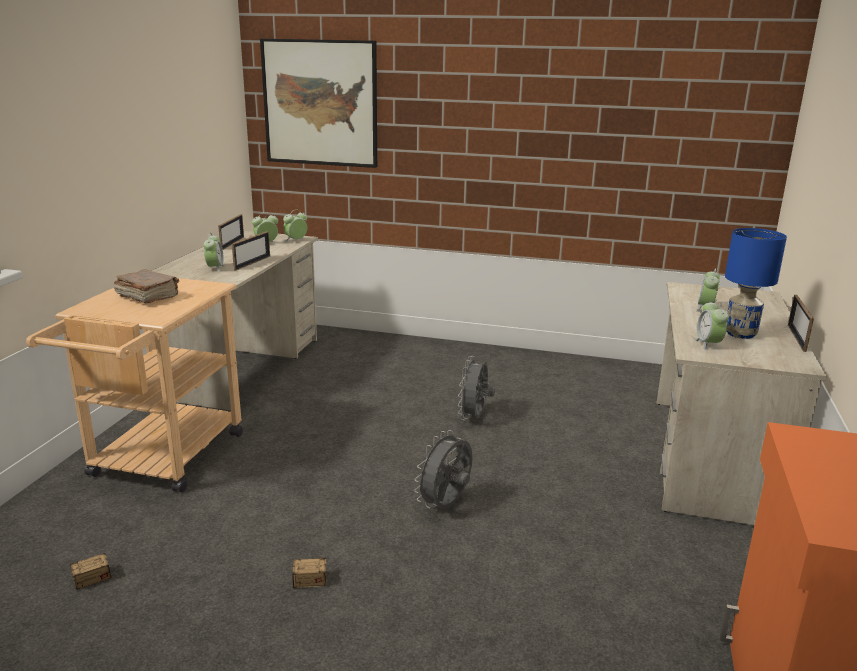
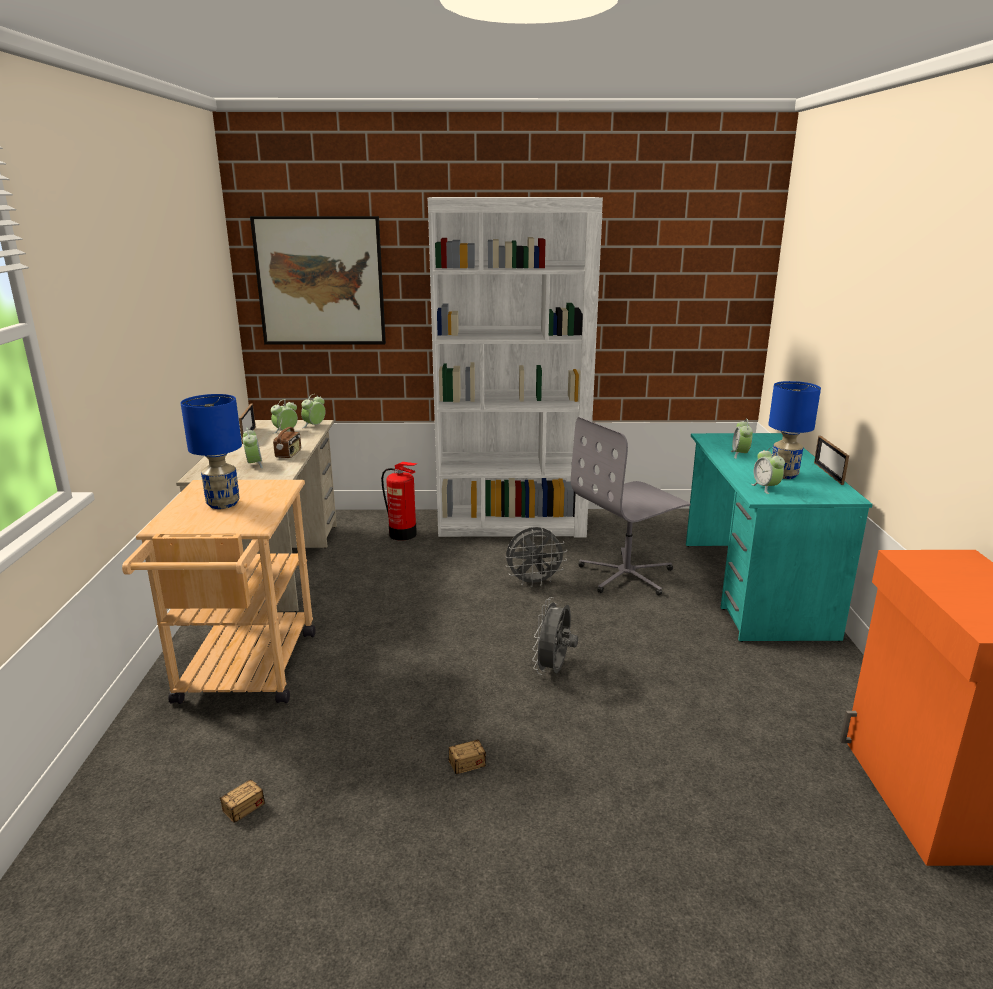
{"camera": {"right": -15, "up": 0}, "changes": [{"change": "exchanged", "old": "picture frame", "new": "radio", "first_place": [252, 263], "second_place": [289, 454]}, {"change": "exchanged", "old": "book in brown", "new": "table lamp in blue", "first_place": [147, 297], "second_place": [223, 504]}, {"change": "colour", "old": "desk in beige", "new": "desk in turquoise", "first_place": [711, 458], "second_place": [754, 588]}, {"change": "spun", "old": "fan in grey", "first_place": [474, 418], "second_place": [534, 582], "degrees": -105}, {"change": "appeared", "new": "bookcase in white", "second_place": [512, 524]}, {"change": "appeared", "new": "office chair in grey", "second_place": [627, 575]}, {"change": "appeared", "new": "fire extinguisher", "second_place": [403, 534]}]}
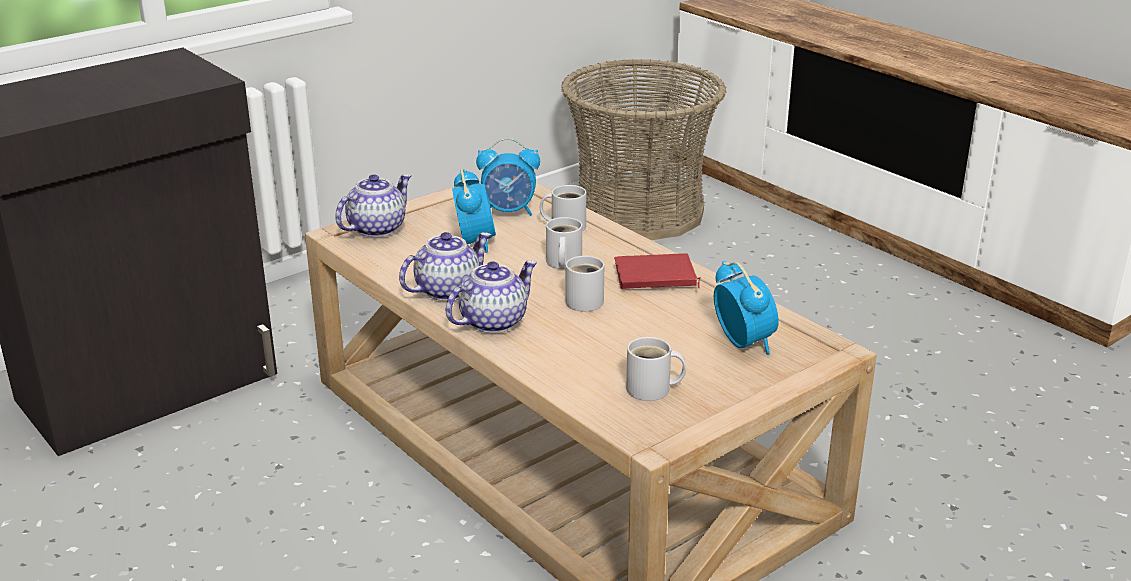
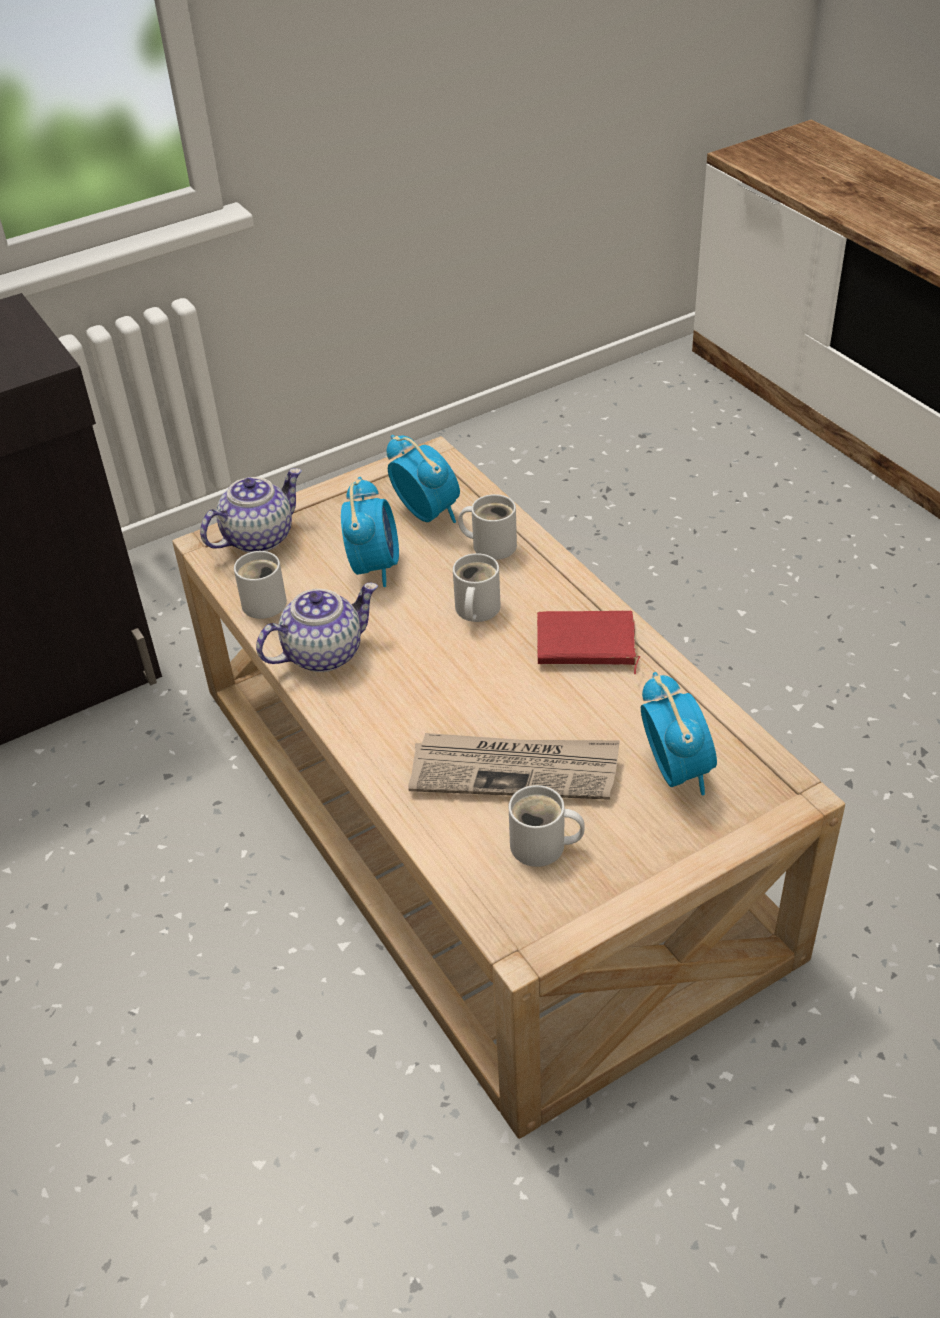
{"camera": {"right": 10, "up": 15}, "changes": [{"change": "missing", "old": "basket", "first_place": [639, 212]}, {"change": "spun", "old": "alarm clock", "first_place": [509, 212], "second_place": [426, 513], "degrees": -135}, {"change": "relocated", "old": "mug in white", "first_place": [584, 300], "second_place": [265, 600]}, {"change": "missing", "old": "teapot", "first_place": [493, 321]}, {"change": "appeared", "new": "newspaper", "second_place": [515, 770]}]}
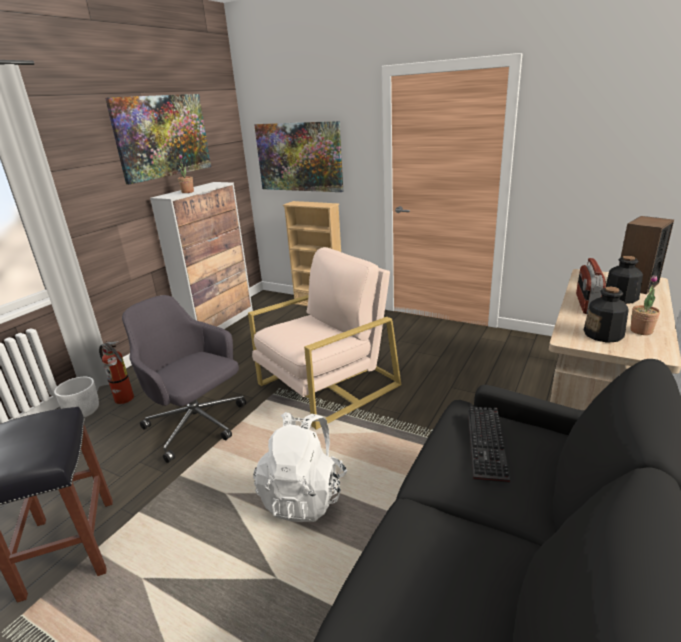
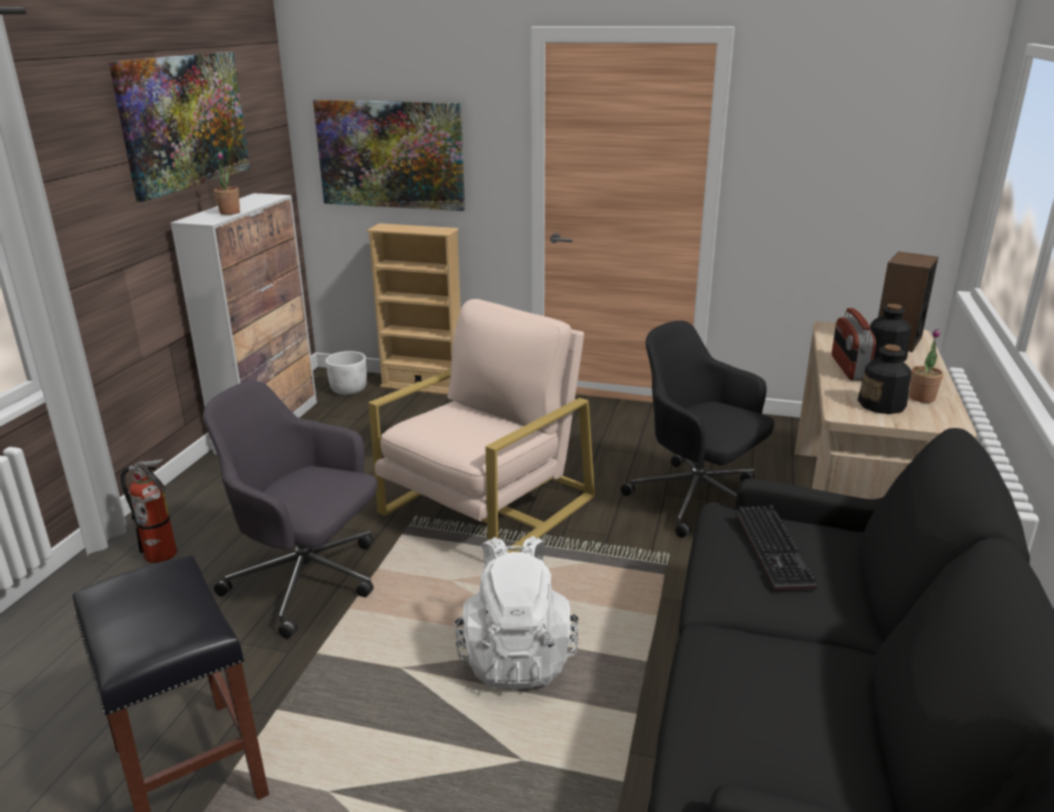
{"camera": {"right": -15, "up": 0}, "changes": [{"change": "relocated", "old": "planter in white", "first_place": [82, 412], "second_place": [348, 390]}, {"change": "appeared", "new": "office chair in black", "second_place": [697, 499]}]}
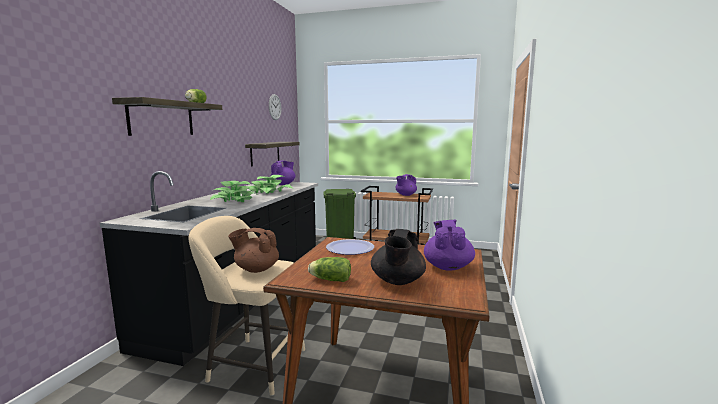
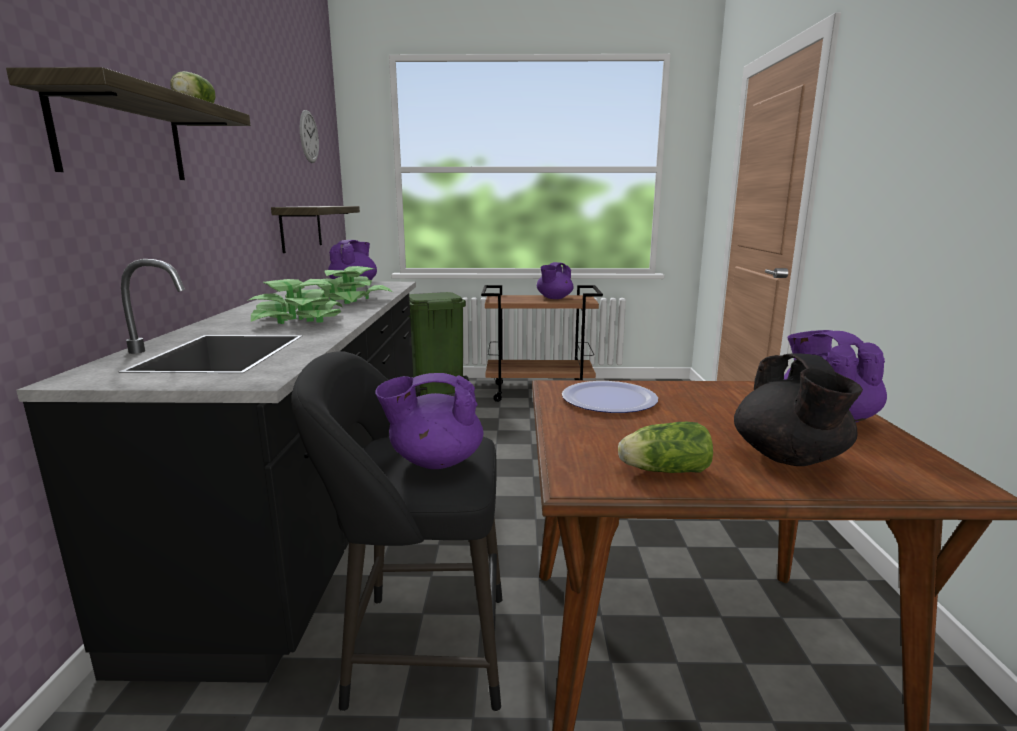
{"camera": {"right": -15, "up": 5}, "changes": [{"change": "colour", "old": "stool in beige", "new": "stool in black", "first_place": [253, 364], "second_place": [418, 649]}, {"change": "colour", "old": "teapot in brown", "new": "teapot in purple", "first_place": [256, 269], "second_place": [435, 461]}]}
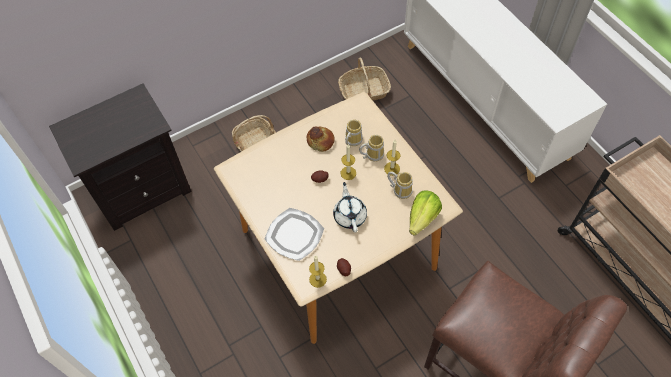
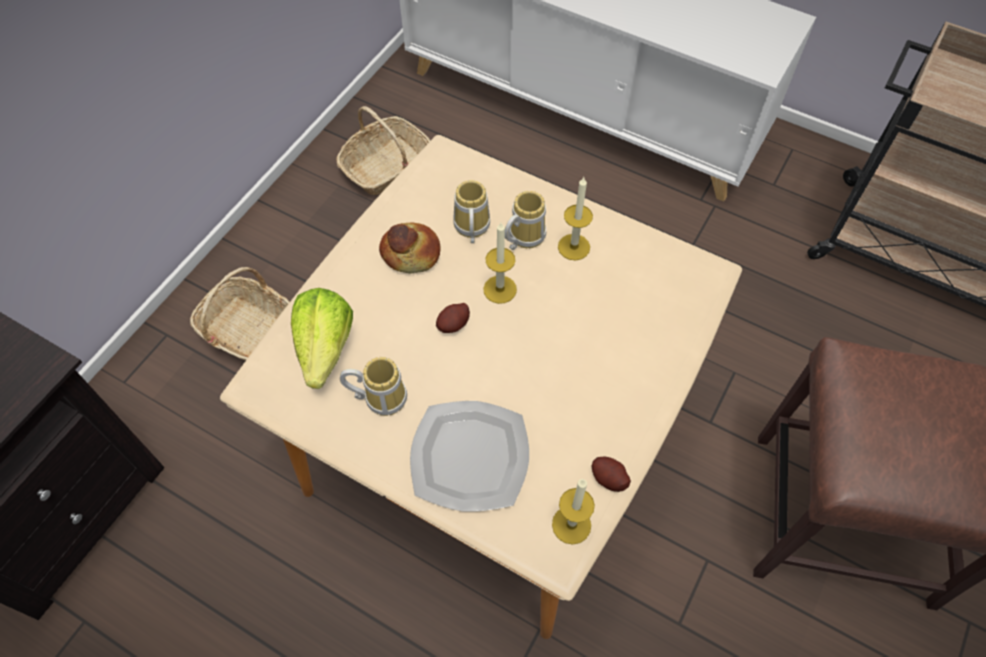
{"camera": {"right": -30, "up": 0}, "changes": [{"change": "relocated", "old": "mug", "first_place": [400, 189], "second_place": [380, 396]}, {"change": "missing", "old": "teapot in white", "first_place": [350, 215]}, {"change": "relocated", "old": "lettuce", "first_place": [422, 218], "second_place": [325, 348]}]}
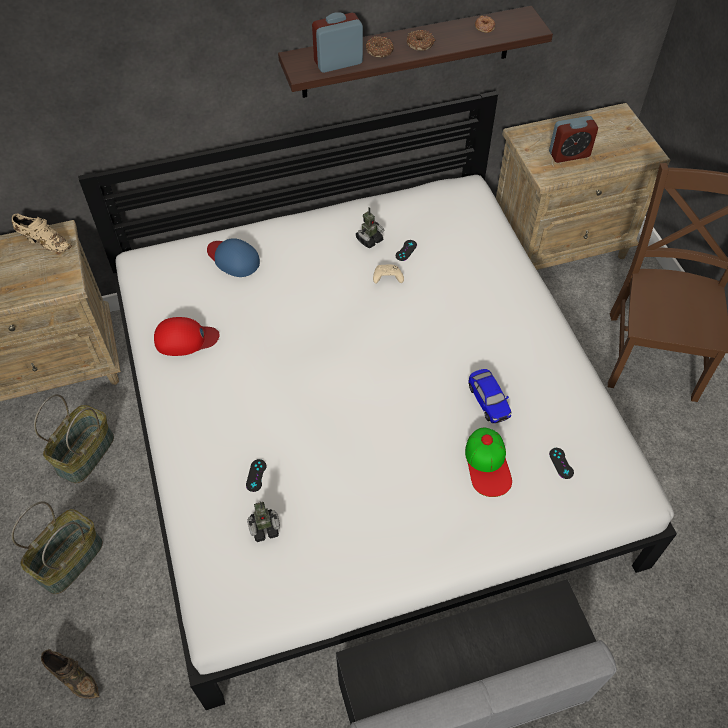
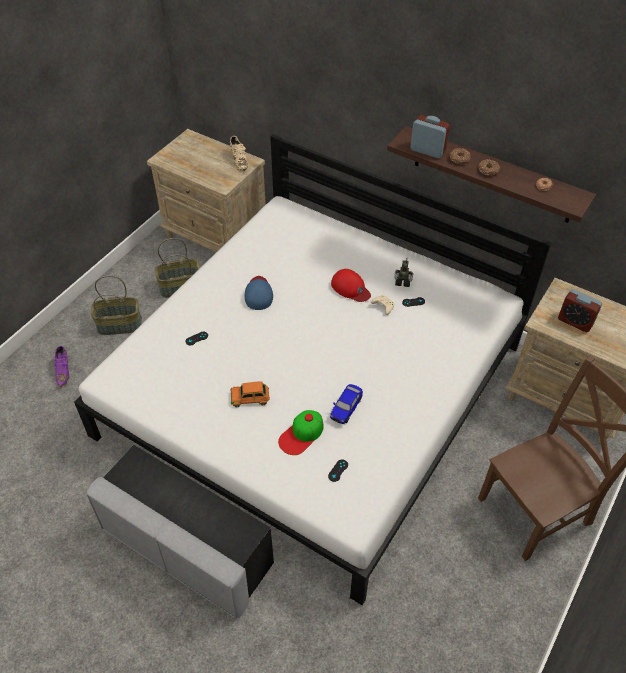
{"camera": {"right": 50, "up": -5}, "changes": [{"change": "relocated", "old": "cap in blue", "first_place": [233, 259], "second_place": [258, 294]}, {"change": "relocated", "old": "cap in red", "first_place": [185, 339], "second_place": [350, 288]}, {"change": "missing", "old": "toy robot", "first_place": [264, 528]}, {"change": "colour", "old": "shoe in brown", "new": "shoe in purple", "first_place": [73, 677], "second_place": [63, 371]}, {"change": "appeared", "new": "toy car in orange", "second_place": [250, 397]}]}
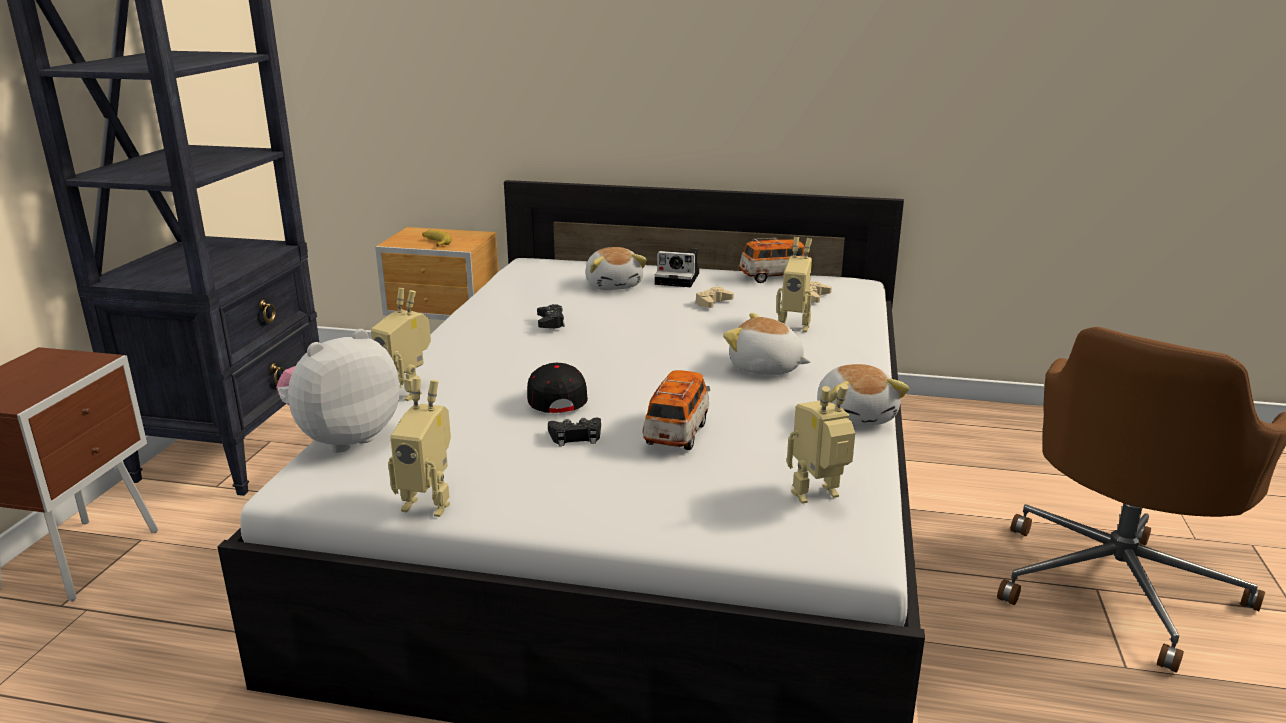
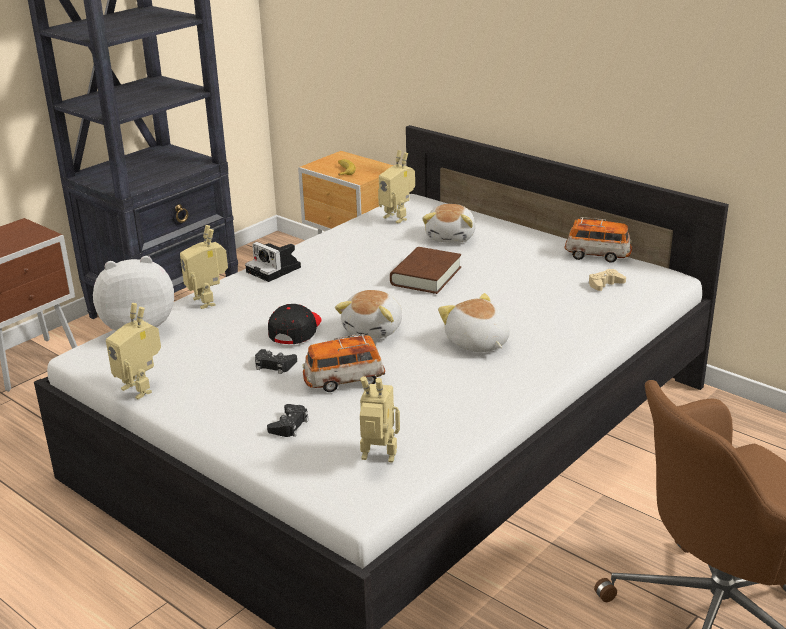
{"camera": {"right": 30, "up": 5}, "changes": [{"change": "relocated", "old": "toy robot", "first_place": [794, 325], "second_place": [398, 217]}, {"change": "relocated", "old": "photo camera", "first_place": [679, 278], "second_place": [275, 270]}, {"change": "missing", "old": "game controller in beige", "first_place": [713, 302]}, {"change": "relocated", "old": "game controller in black", "first_place": [551, 322], "second_place": [289, 425]}, {"change": "relocated", "old": "plush toy", "first_place": [856, 416], "second_place": [374, 329]}, {"change": "spun", "old": "toy car", "first_place": [677, 433], "second_place": [344, 381], "degrees": -150}, {"change": "appeared", "new": "book in brown", "second_place": [426, 276]}]}
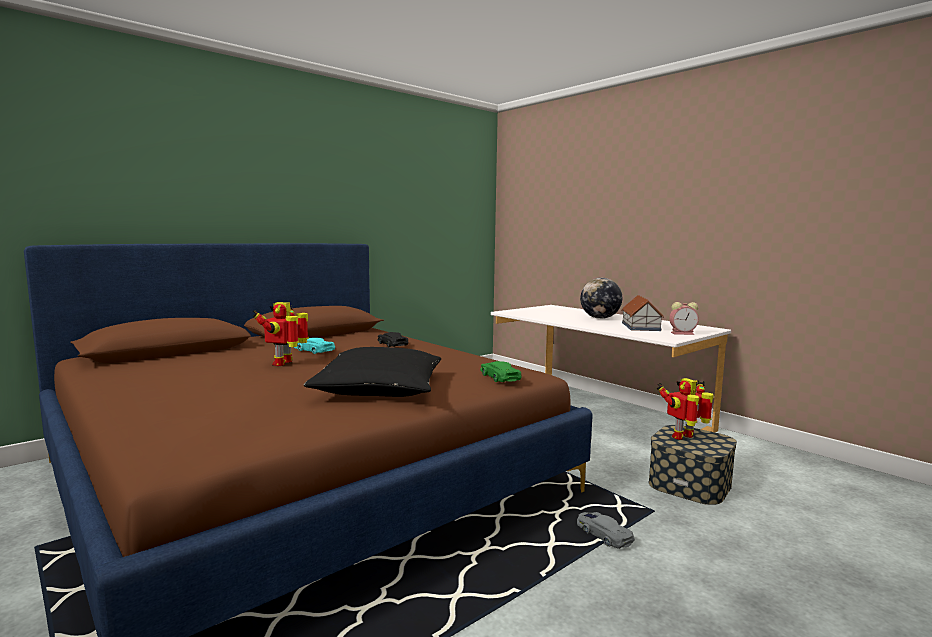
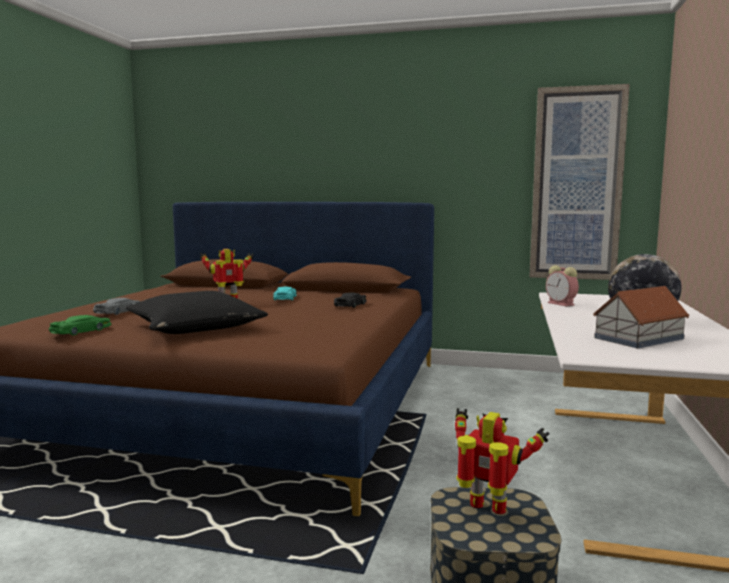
{"camera": {"right": 55, "up": 0}, "changes": [{"change": "relocated", "old": "alarm clock", "first_place": [683, 333], "second_place": [562, 304]}, {"change": "relocated", "old": "toy car in green", "first_place": [499, 377], "second_place": [81, 331]}, {"change": "relocated", "old": "toy car in grey", "first_place": [603, 534], "second_place": [119, 311]}, {"change": "appeared", "new": "picture", "second_place": [576, 184]}]}
